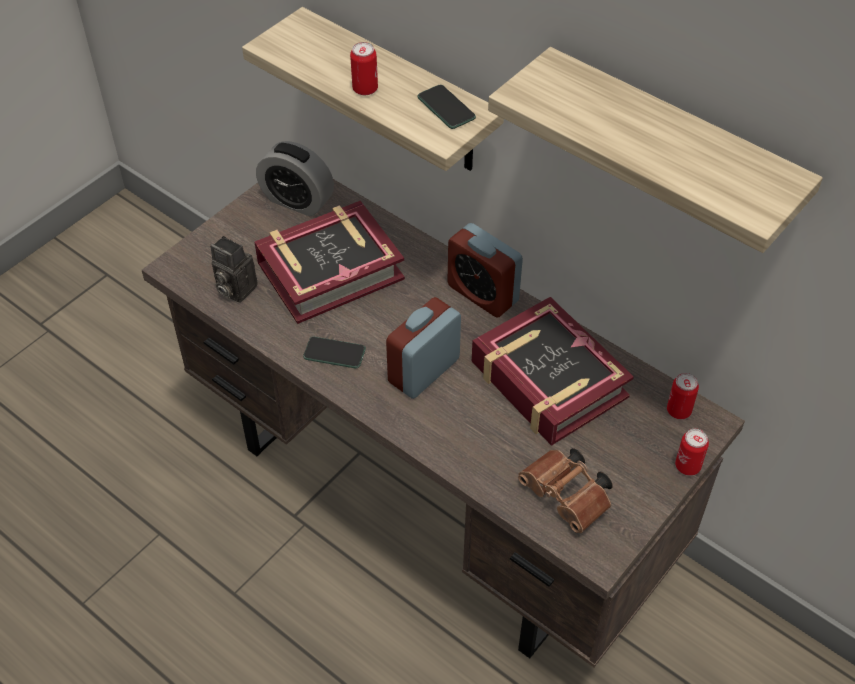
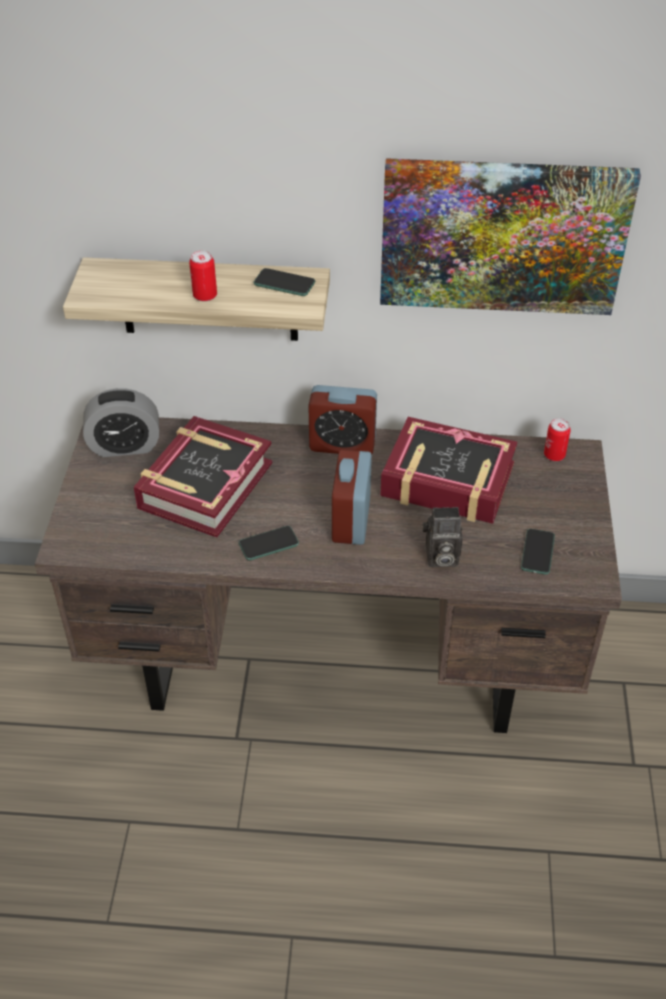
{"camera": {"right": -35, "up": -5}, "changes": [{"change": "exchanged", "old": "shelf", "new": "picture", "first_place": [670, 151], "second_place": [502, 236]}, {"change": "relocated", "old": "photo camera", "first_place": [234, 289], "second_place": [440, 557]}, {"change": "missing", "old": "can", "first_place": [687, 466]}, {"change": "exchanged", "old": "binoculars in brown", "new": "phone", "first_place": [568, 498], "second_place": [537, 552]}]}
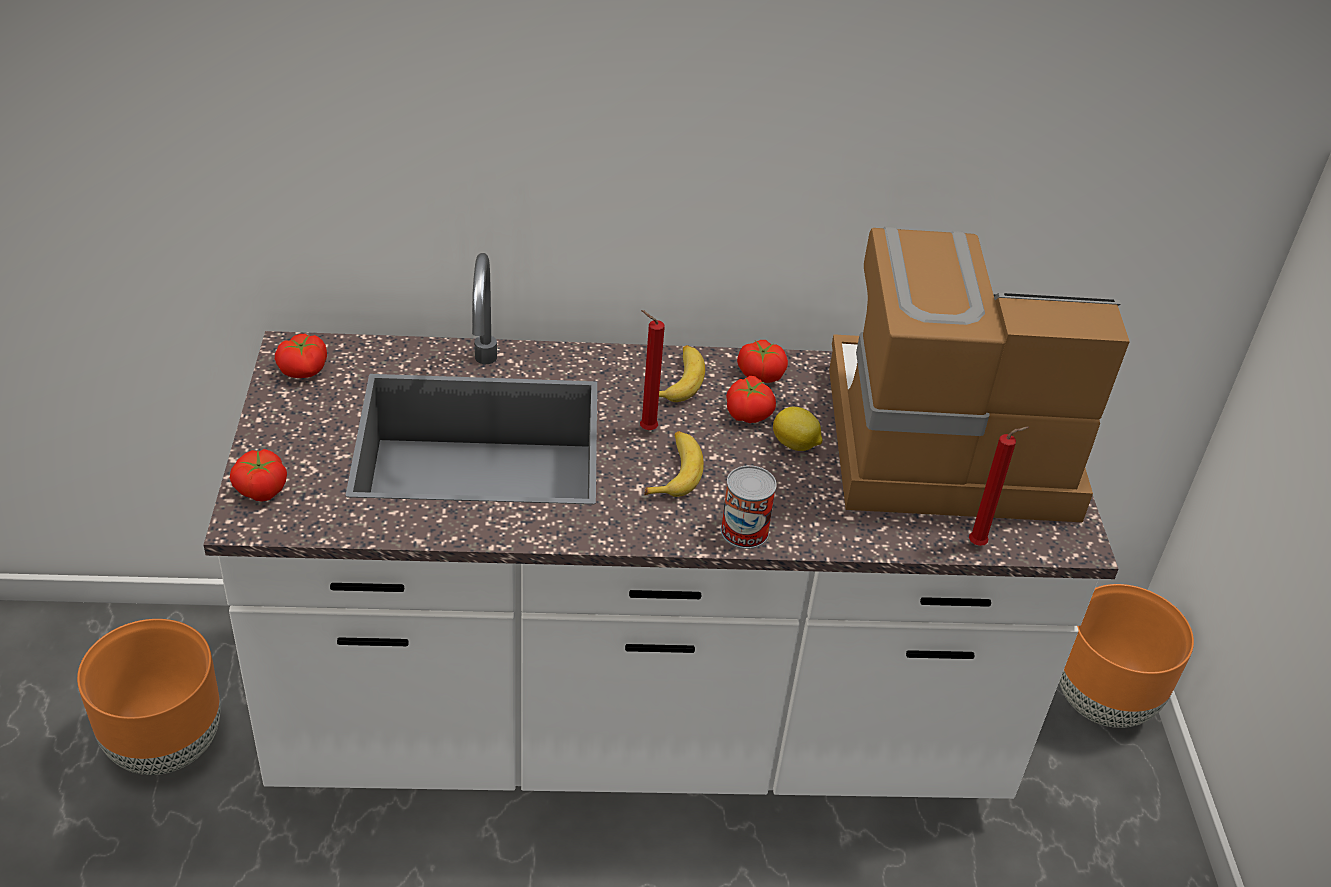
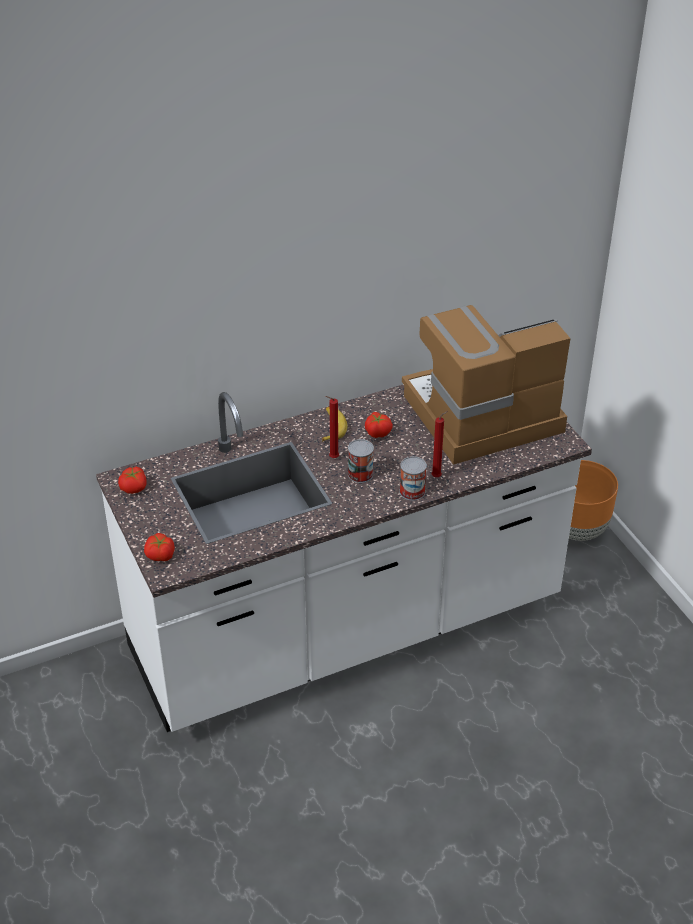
{"camera": {"right": -20, "up": 0}, "changes": [{"change": "missing", "old": "tomato", "first_place": [760, 373]}, {"change": "missing", "old": "lemon", "first_place": [795, 445]}, {"change": "relocated", "old": "candle in red", "first_place": [980, 544], "second_place": [438, 476]}, {"change": "exchanged", "old": "banana", "new": "can", "first_place": [674, 471], "second_place": [360, 474]}, {"change": "missing", "old": "planter in orange", "first_place": [167, 745]}]}
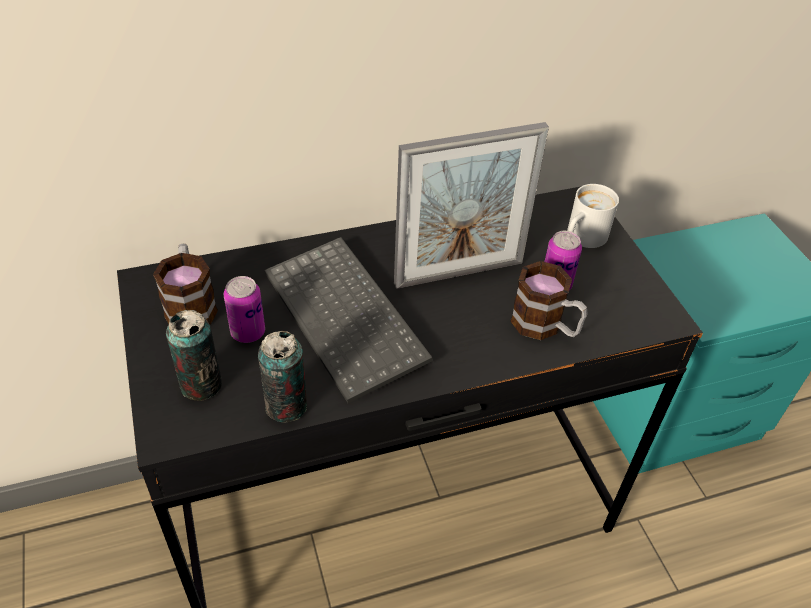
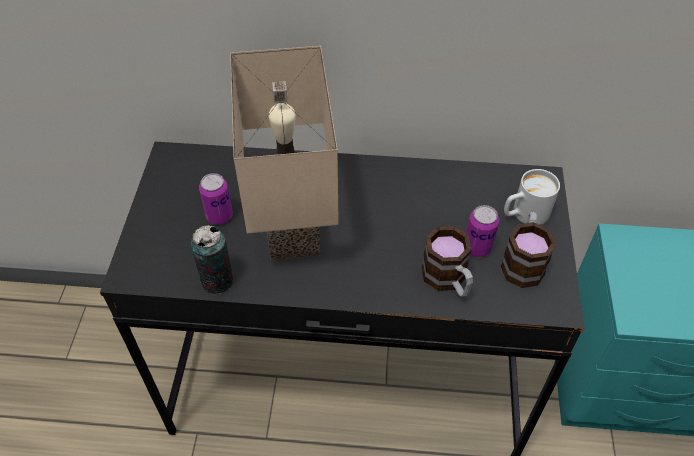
{"camera": {"right": 25, "up": 5}, "changes": [{"change": "missing", "old": "picture frame", "first_place": [459, 273]}, {"change": "exchanged", "old": "keyboard", "new": "table lamp in beige", "first_place": [349, 319], "second_place": [297, 227]}, {"change": "relocated", "old": "mug", "first_place": [191, 304], "second_place": [523, 262]}, {"change": "missing", "old": "can", "first_place": [201, 385]}]}
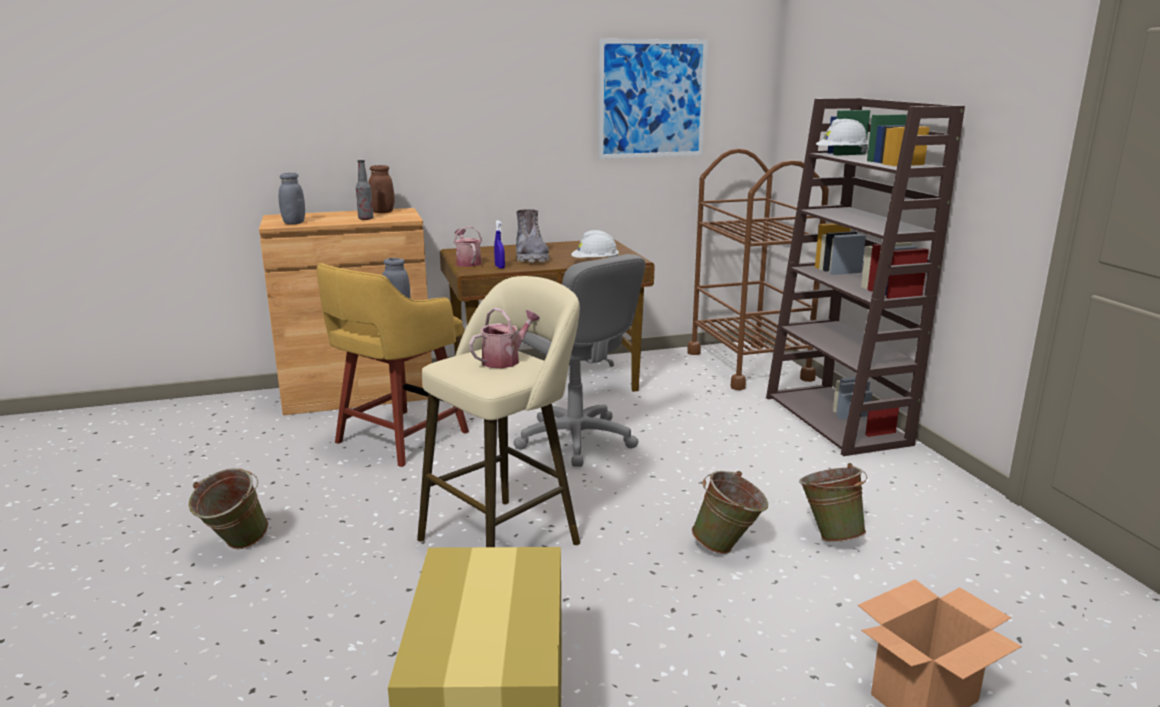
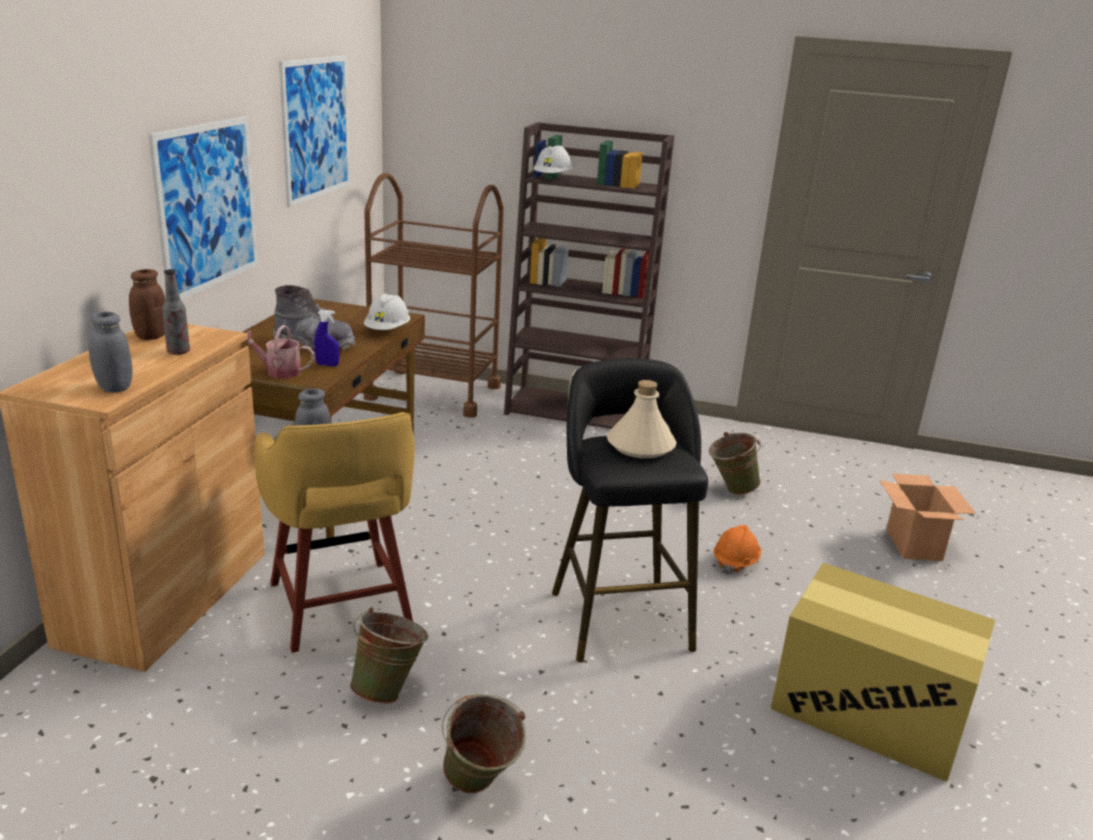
{"camera": {"right": -60, "up": 5}, "changes": [{"change": "missing", "old": "office chair in grey", "first_place": [575, 439]}, {"change": "colour", "old": "stool in beige", "new": "stool in black", "first_place": [506, 538], "second_place": [618, 615]}, {"change": "exchanged", "old": "watering can", "new": "bottle in beige", "first_place": [505, 360], "second_place": [641, 446]}, {"change": "relocated", "old": "bucket in green", "first_place": [728, 548], "second_place": [389, 689]}, {"change": "appeared", "new": "picture", "second_place": [207, 206]}, {"change": "appeared", "new": "hard hat in orange", "second_place": [735, 562]}]}
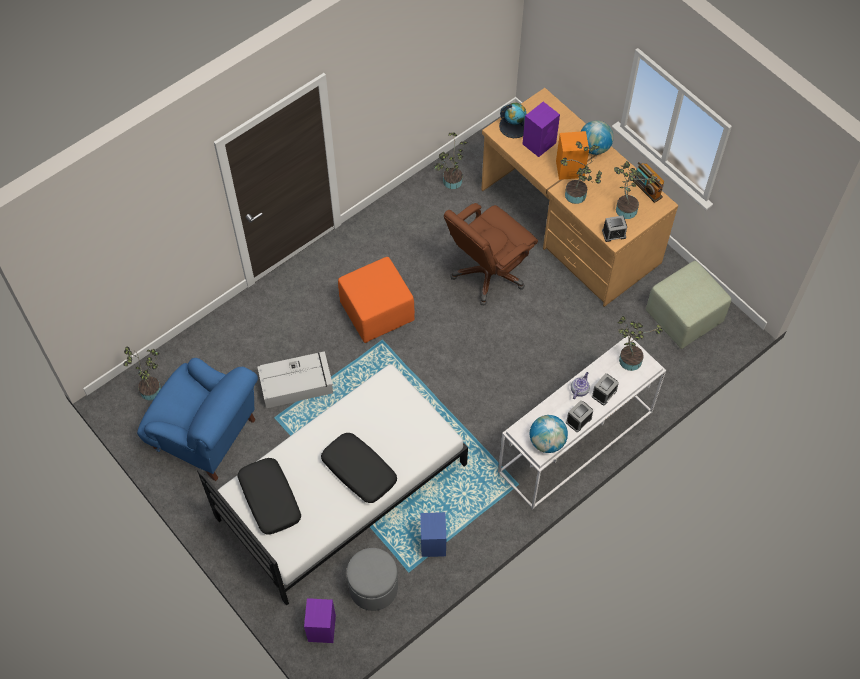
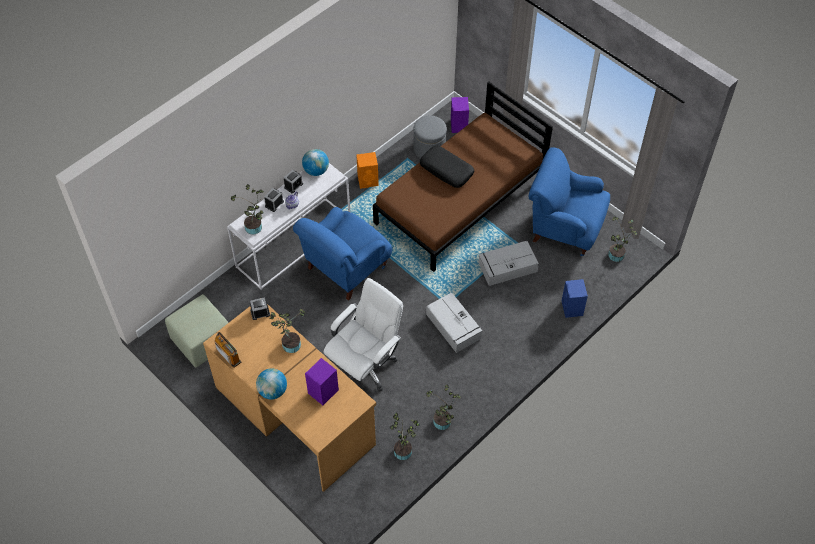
{"camera": {"right": 175, "up": -5}, "changes": [{"change": "missing", "old": "globe", "first_place": [514, 126]}, {"change": "relocated", "old": "speaker in orange", "first_place": [569, 169], "second_place": [368, 180]}, {"change": "relocated", "old": "potted plant", "first_place": [625, 207], "second_place": [442, 424]}, {"change": "colour", "old": "office chair in brown", "new": "office chair in white", "first_place": [488, 274], "second_place": [365, 365]}, {"change": "exchanged", "old": "ottoman in orange", "new": "storage box in grey", "first_place": [377, 311], "second_place": [454, 327]}, {"change": "colour", "old": "bed in white", "new": "bed in brown", "first_place": [341, 490], "second_place": [460, 201]}, {"change": "missing", "old": "pillow in black", "first_place": [269, 499]}, {"change": "relocated", "old": "speaker in blue", "first_place": [433, 542], "second_place": [572, 308]}, {"change": "appeared", "new": "armchair in blue", "second_place": [345, 268]}]}
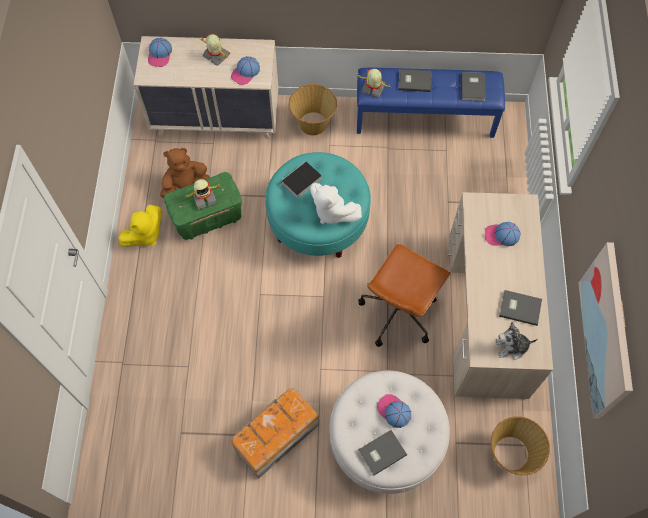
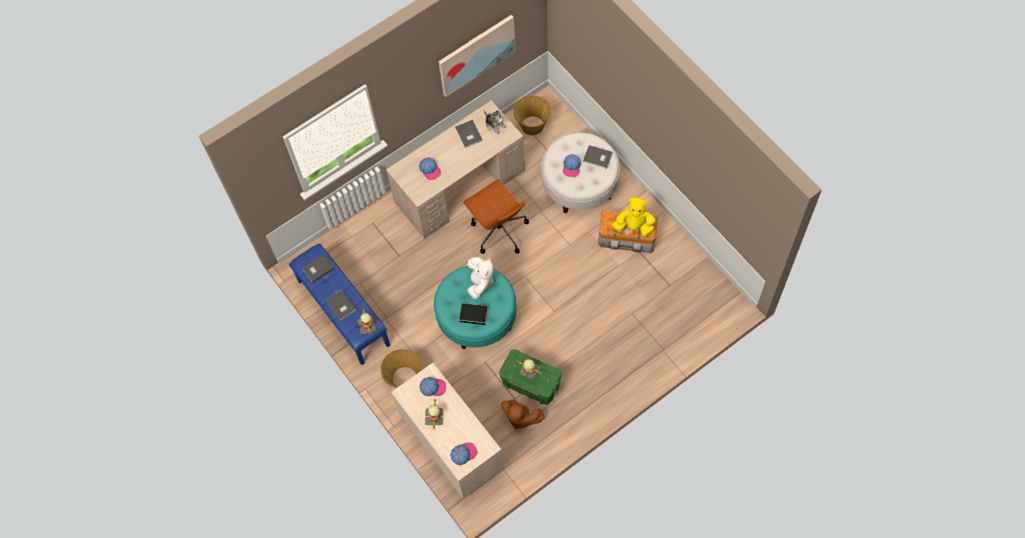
{"camera": {"right": -125, "up": 0}, "changes": [{"change": "relocated", "old": "plush toy in yellow", "first_place": [145, 235], "second_place": [634, 226]}, {"change": "spun", "old": "office chair in brown", "first_place": [398, 311], "second_place": [499, 231], "degrees": 60}]}
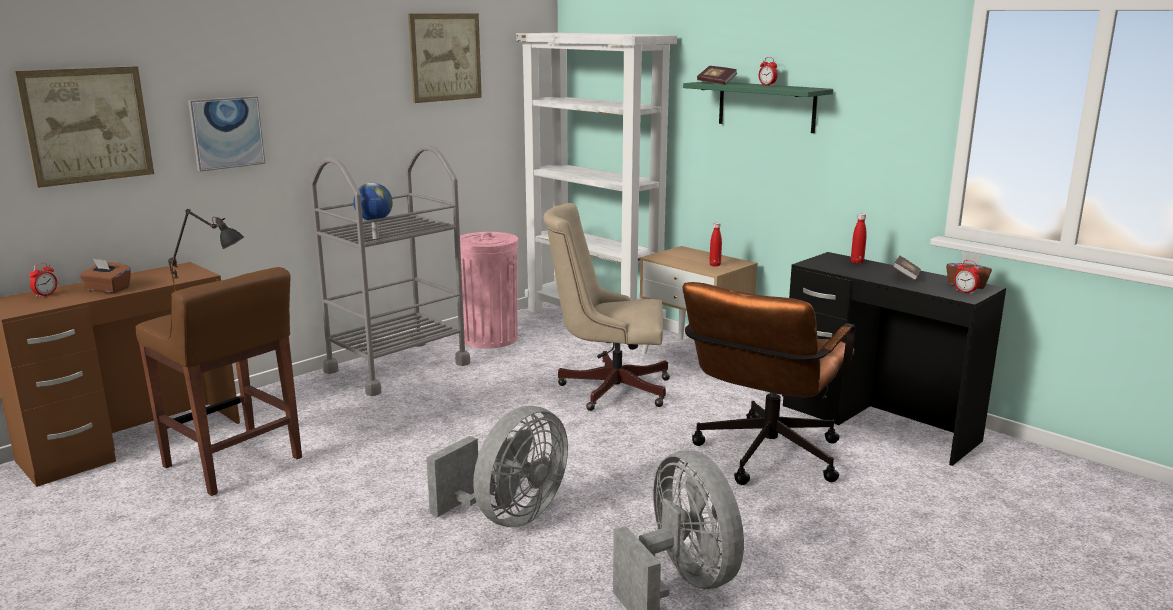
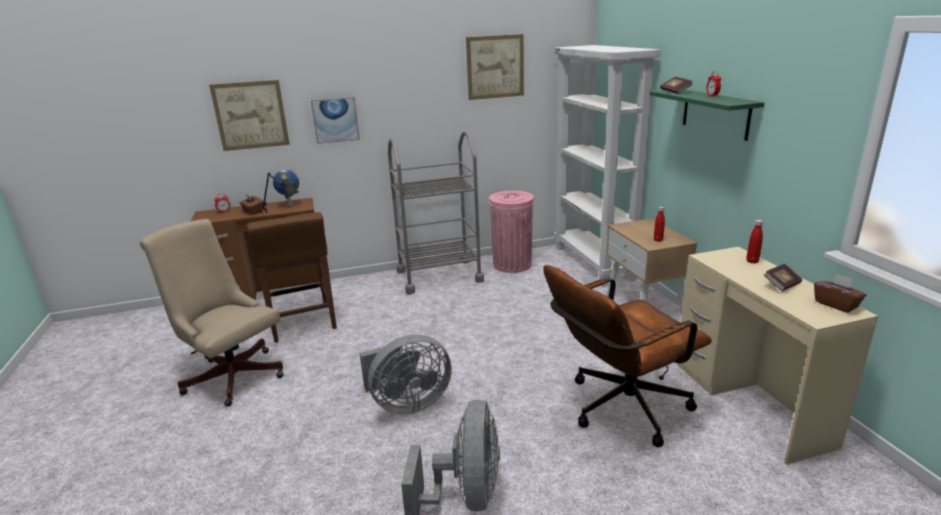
{"camera": {"right": 30, "up": 5}, "changes": [{"change": "relocated", "old": "globe", "first_place": [375, 238], "second_place": [289, 205]}, {"change": "relocated", "old": "office chair in beige", "first_place": [608, 388], "second_place": [231, 374]}, {"change": "colour", "old": "desk in black", "new": "desk in beige", "first_place": [878, 423], "second_place": [750, 402]}, {"change": "missing", "old": "alarm clock", "first_place": [965, 292]}]}
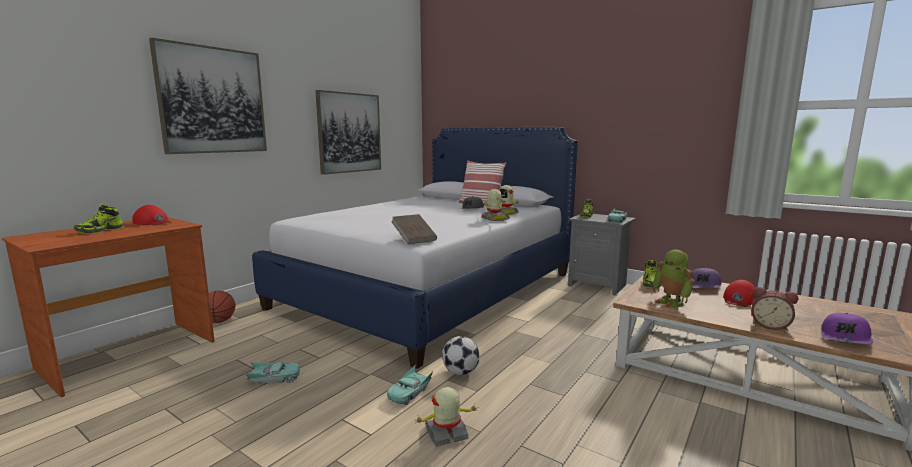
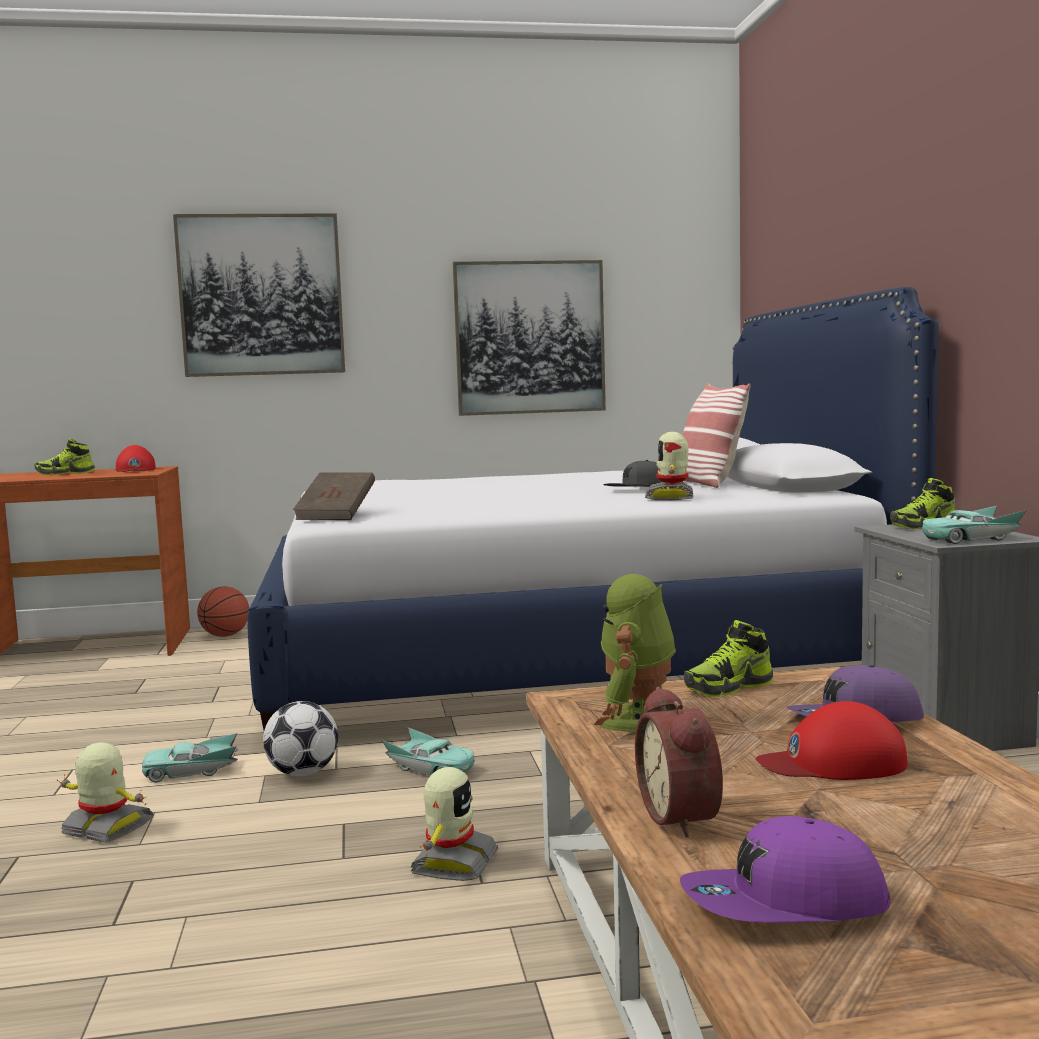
{"camera": {"right": 45, "up": -5}, "changes": [{"change": "relocated", "old": "toy robot", "first_place": [494, 219], "second_place": [452, 863]}, {"change": "relocated", "old": "toy car in turquoise", "first_place": [274, 379], "second_place": [430, 768]}]}
